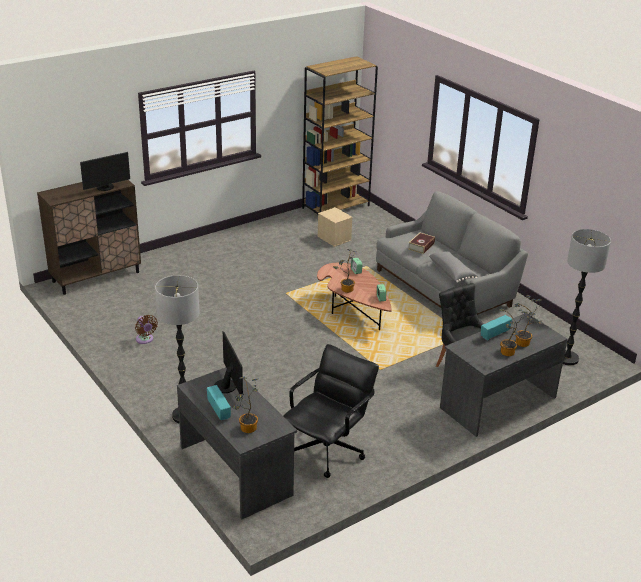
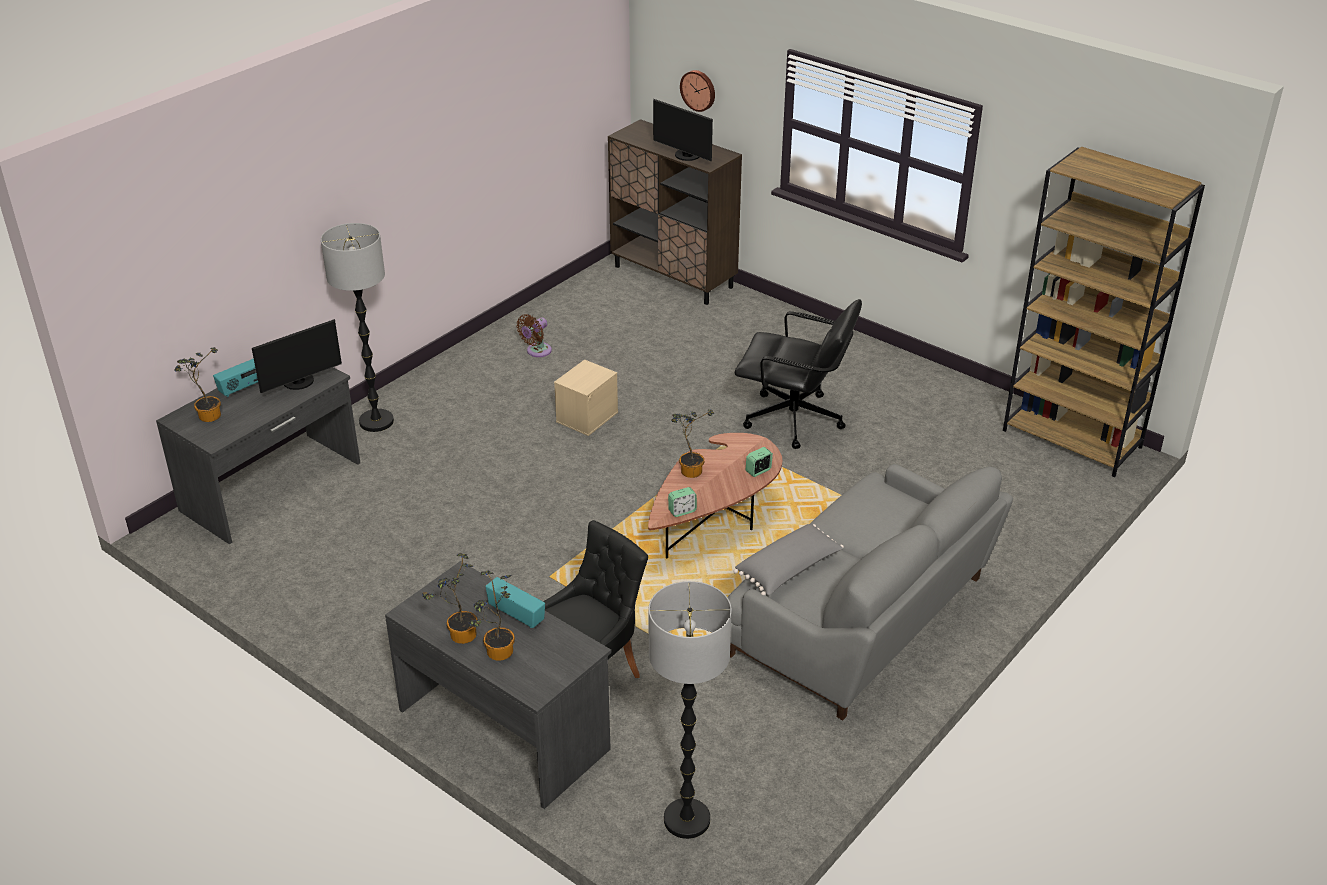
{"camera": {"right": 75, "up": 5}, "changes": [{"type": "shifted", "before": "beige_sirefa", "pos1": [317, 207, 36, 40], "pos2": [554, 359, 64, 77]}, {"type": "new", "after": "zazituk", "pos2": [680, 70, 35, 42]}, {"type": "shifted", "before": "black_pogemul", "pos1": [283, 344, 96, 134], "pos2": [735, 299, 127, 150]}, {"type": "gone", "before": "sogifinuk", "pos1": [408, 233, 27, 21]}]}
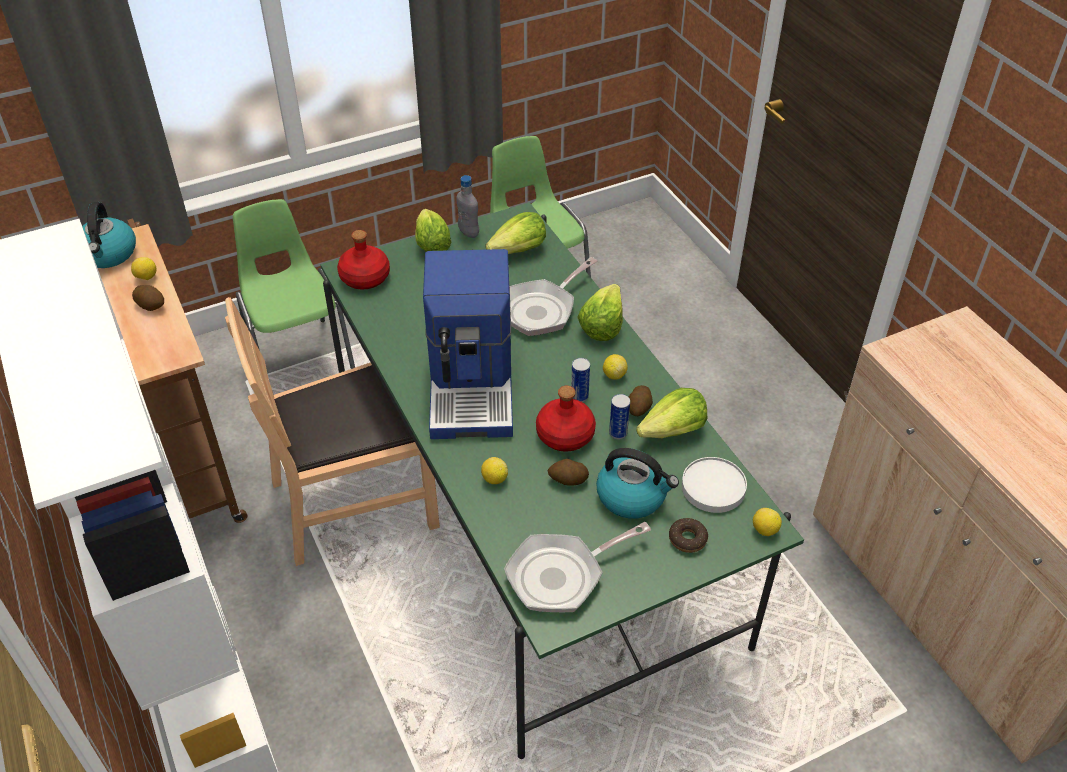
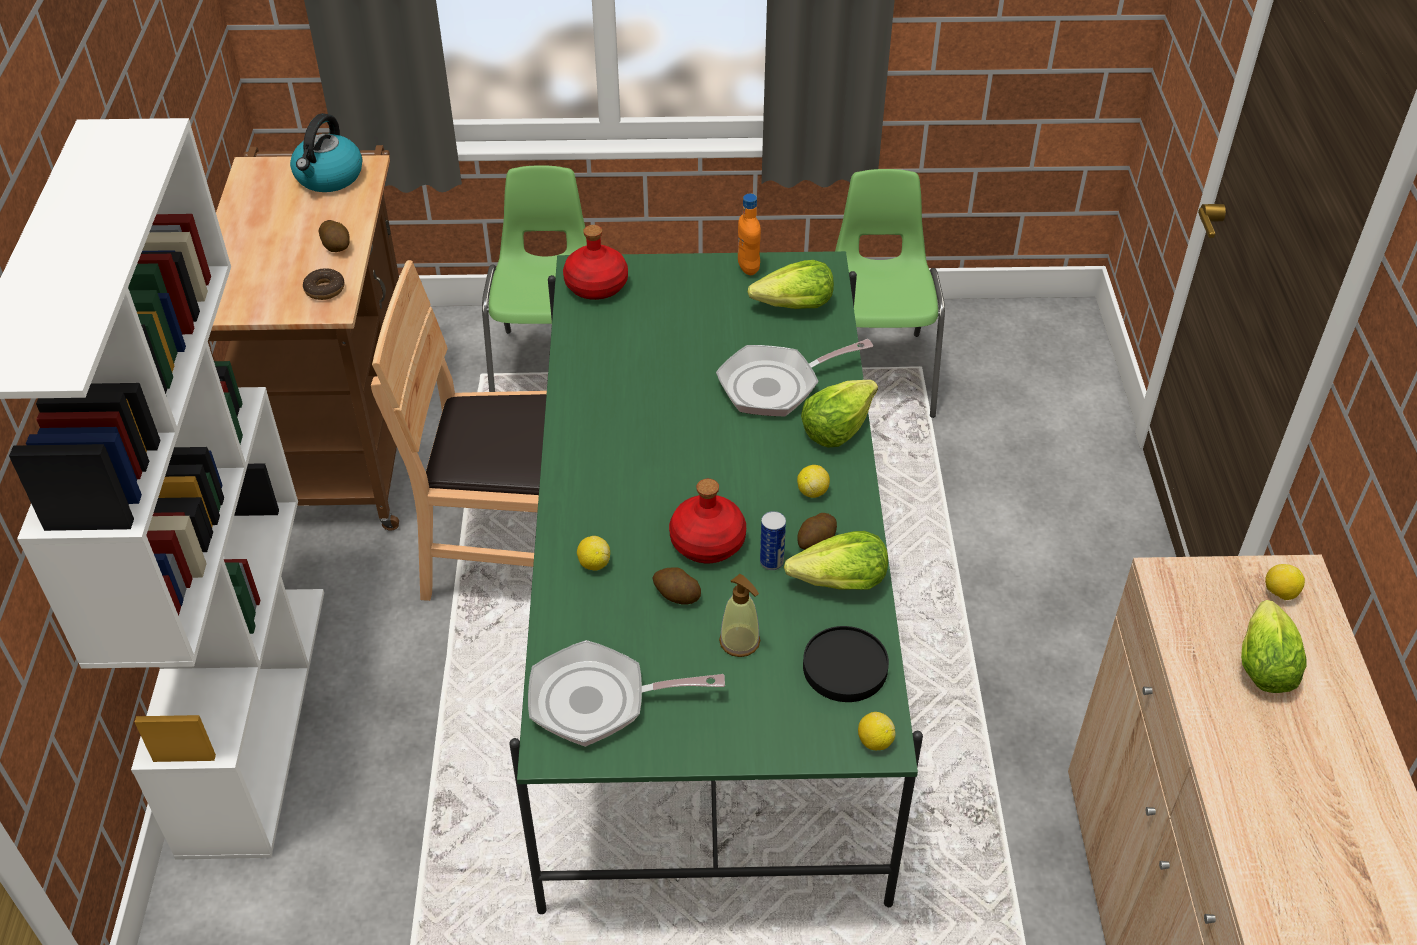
{"camera": {"right": 25, "up": 0}, "changes": [{"type": "shifted", "before": "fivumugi", "pos1": [669, 518, 39, 35], "pos2": [303, 268, 41, 32]}, {"type": "swapped", "before": "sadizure", "after": "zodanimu", "pos1": [596, 448, 83, 71], "pos2": [719, 574, 41, 83]}, {"type": "repainted", "before": "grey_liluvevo", "after": "orange_liluvevo", "pos1": [456, 175, 23, 63], "pos2": [738, 194, 23, 81]}, {"type": "repainted", "before": "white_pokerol", "after": "black_pokerol", "pos1": [682, 457, 65, 56], "pos2": [803, 626, 86, 76]}, {"type": "shifted", "before": "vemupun", "pos1": [415, 209, 37, 43], "pos2": [1241, 600, 65, 93]}, {"type": "shifted", "before": "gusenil", "pos1": [131, 257, 25, 23], "pos2": [1265, 564, 40, 36]}, {"type": "gone", "before": "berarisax", "pos1": [423, 249, 90, 190]}, {"type": "gone", "before": "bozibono", "pos1": [571, 358, 19, 44]}]}
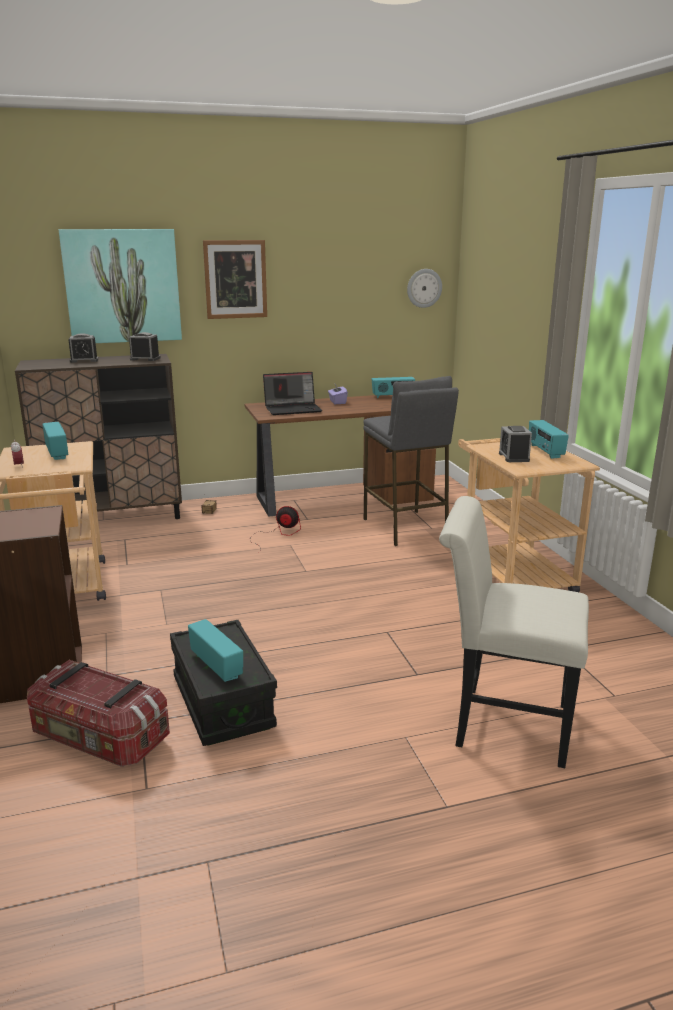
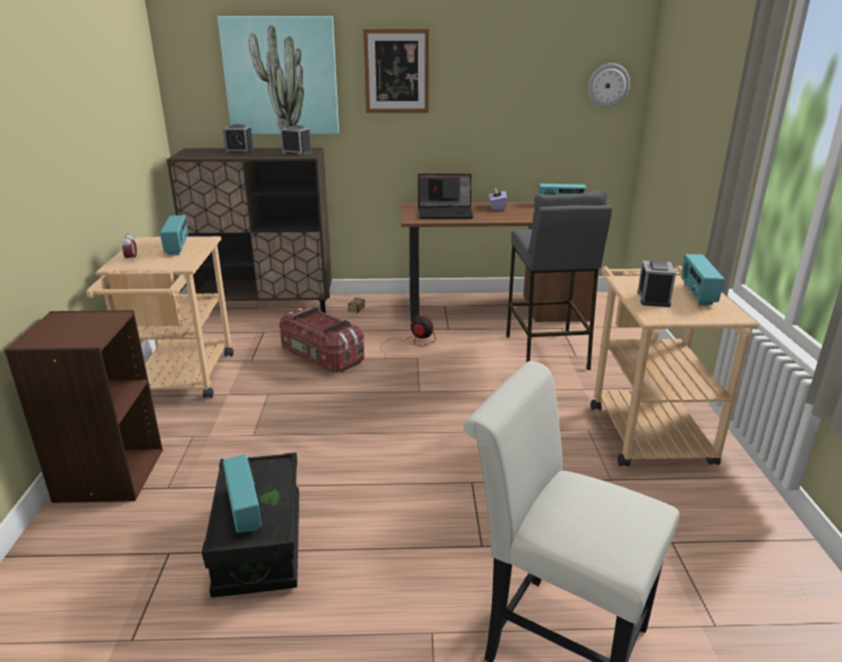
{"camera": {"right": 15, "up": 5}, "changes": [{"type": "shifted", "before": "sirefa", "pos1": [27, 660, 143, 107], "pos2": [279, 306, 86, 67]}]}
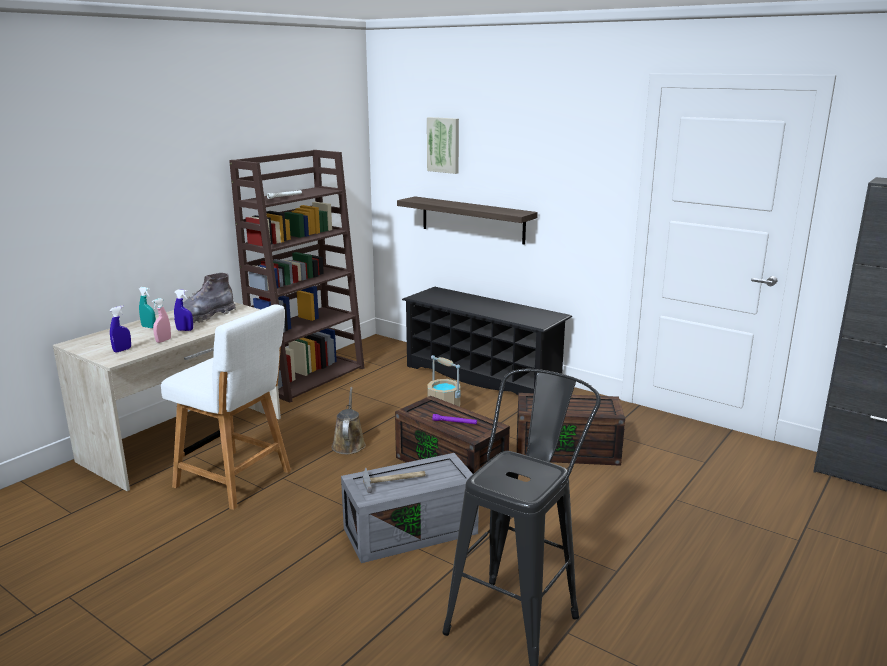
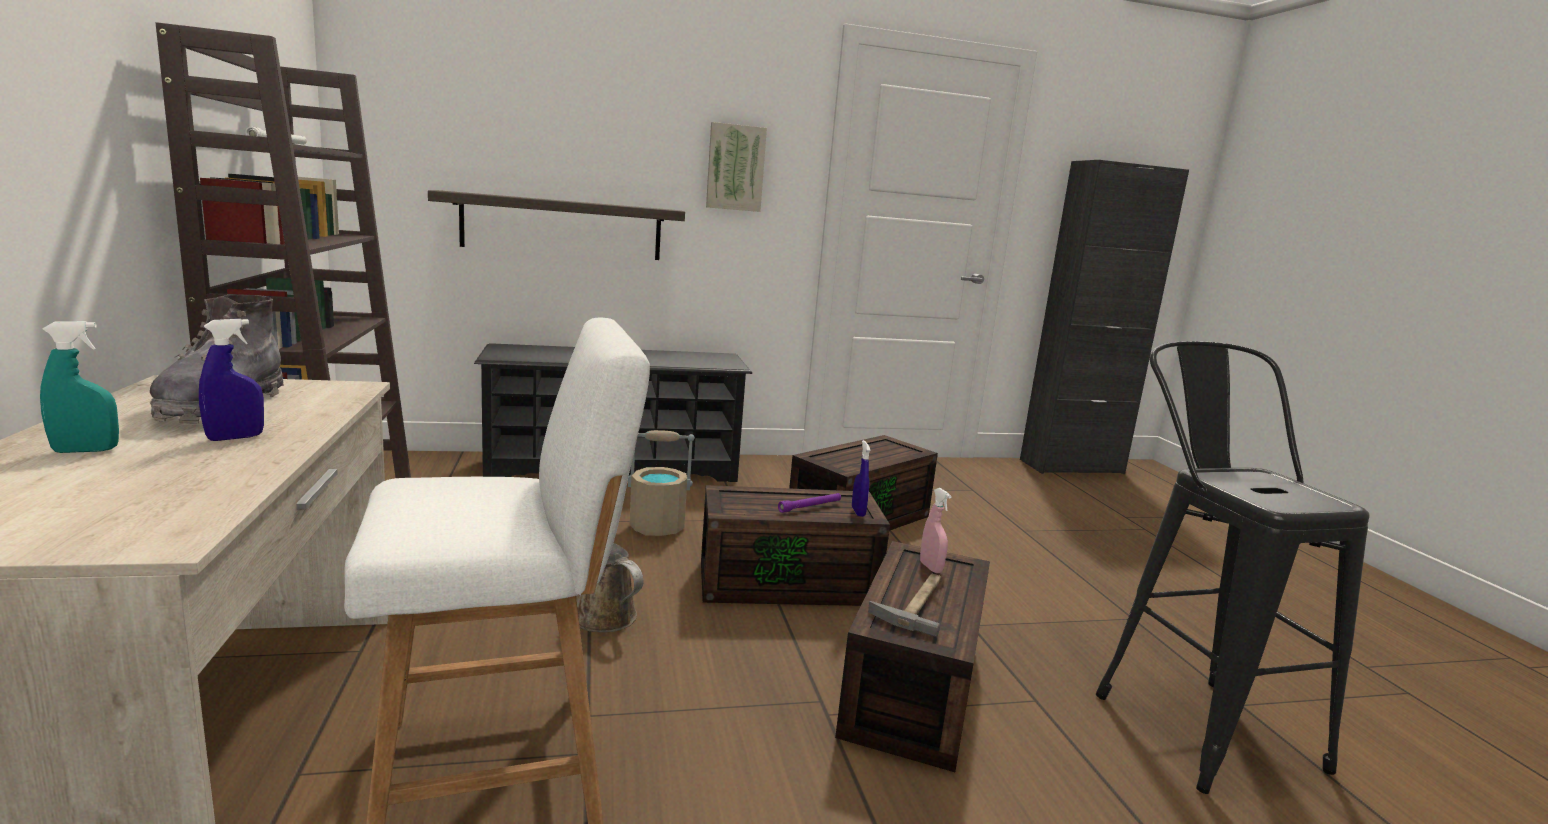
{"camera": {"right": -50, "up": -5}, "changes": [{"type": "shifted", "before": "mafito", "pos1": [427, 117, 32, 57], "pos2": [706, 122, 61, 90]}, {"type": "repainted", "before": "grey_sirefa", "after": "brown_sirefa", "pos1": [341, 453, 138, 110], "pos2": [835, 541, 155, 231]}, {"type": "shifted", "before": "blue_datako", "pos1": [109, 306, 22, 47], "pos2": [852, 440, 18, 77]}, {"type": "shifted", "before": "pink_datako", "pos1": [152, 298, 19, 45], "pos2": [920, 488, 31, 85]}]}
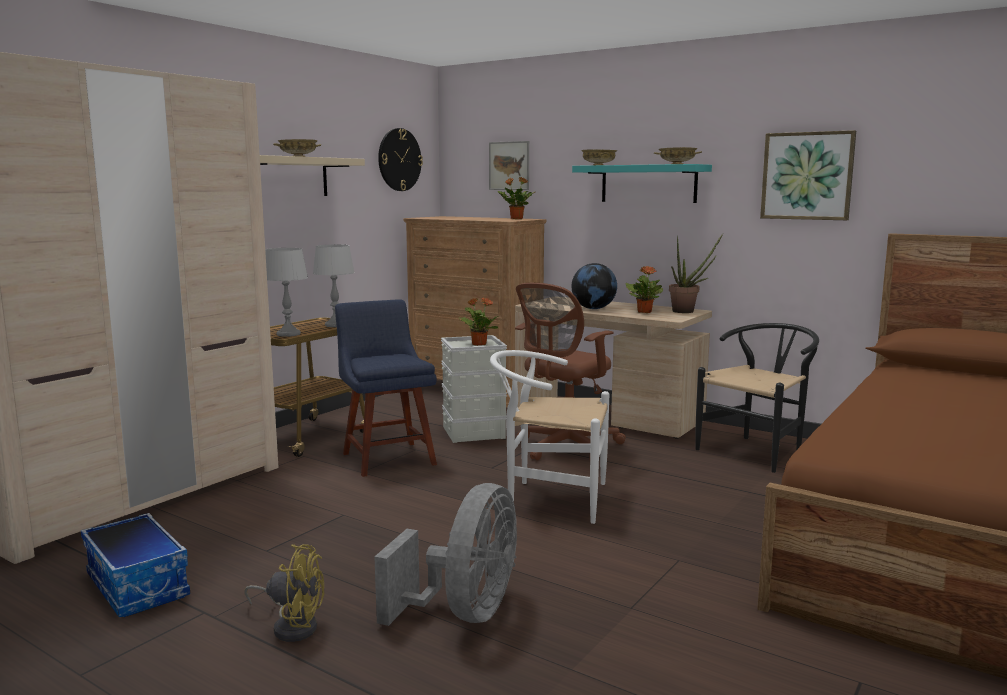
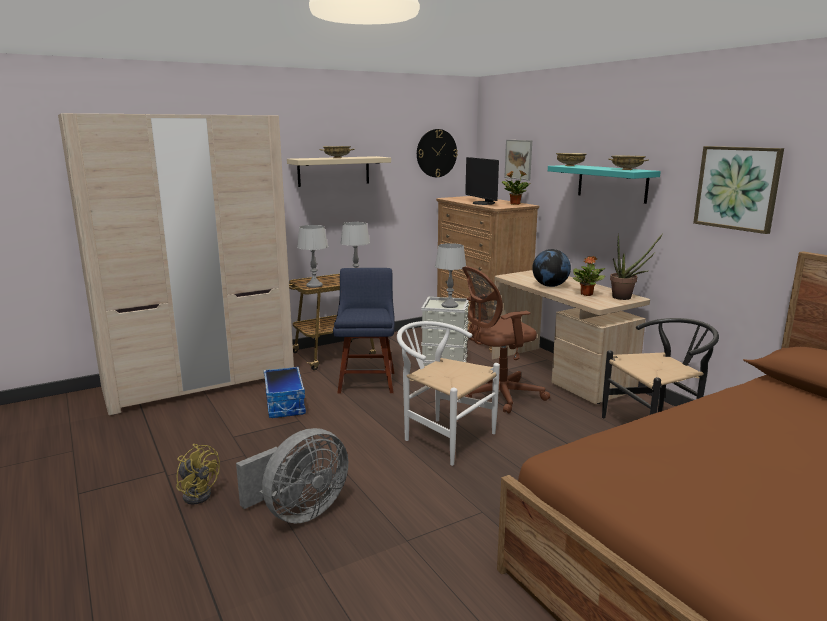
{"camera": {"right": 25, "up": 5}, "changes": [{"type": "shifted", "before": "sirefa", "pos1": [81, 513, 109, 104], "pos2": [264, 367, 42, 51]}, {"type": "swapped", "before": "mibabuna", "after": "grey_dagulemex", "pos1": [459, 298, 39, 48], "pos2": [435, 243, 31, 65]}, {"type": "new", "after": "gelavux", "pos2": [465, 157, 34, 48]}]}
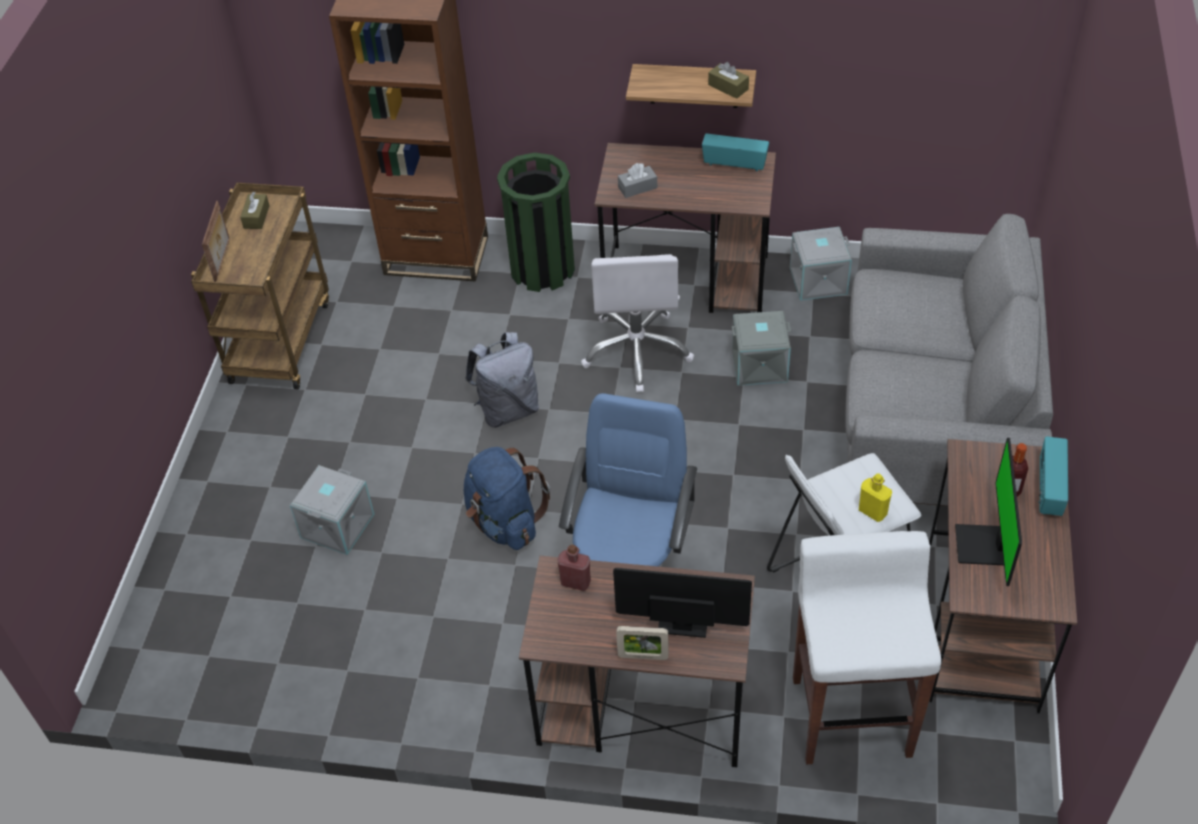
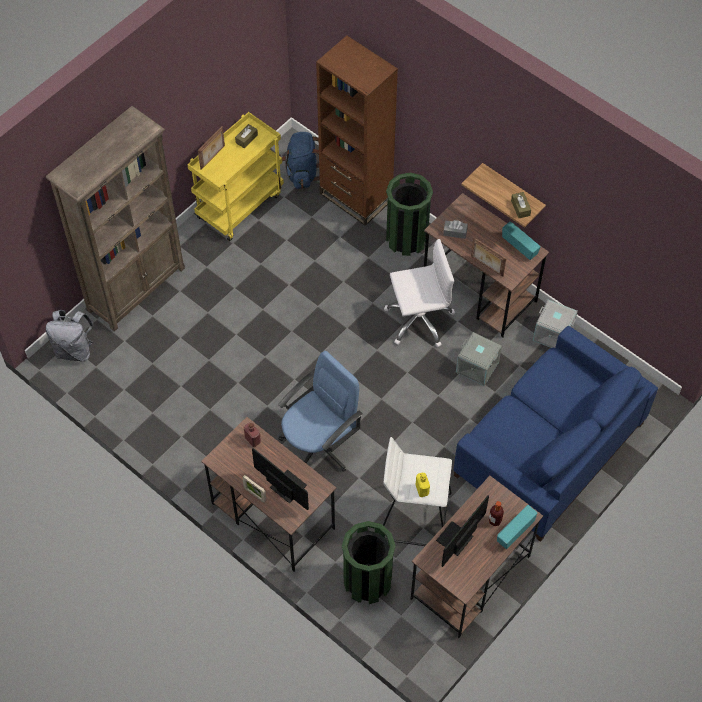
{"camera": {"right": 30, "up": 10}, "changes": [{"type": "new", "after": "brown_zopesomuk", "pos2": [46, 106, 139, 226]}, {"type": "shifted", "before": "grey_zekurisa", "pos1": [465, 332, 74, 96], "pos2": [46, 310, 48, 51]}, {"type": "repainted", "before": "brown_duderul", "after": "yellow_duderul", "pos1": [191, 183, 138, 206], "pos2": [187, 112, 97, 129]}, {"type": "shifted", "before": "blue_zekurisa", "pos1": [464, 447, 86, 103], "pos2": [281, 132, 39, 57]}, {"type": "swapped", "before": "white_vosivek", "after": "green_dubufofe", "pos1": [793, 531, 148, 233], "pos2": [342, 521, 53, 83]}, {"type": "rotated", "before": "white_pogemul", "pos1": [581, 254, 113, 139], "pos2": [384, 239, 71, 108], "turn": -135}, {"type": "repainted", "before": "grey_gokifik", "after": "blue_gokifik", "pos1": [845, 214, 208, 292], "pos2": [454, 326, 204, 216]}, {"type": "new", "after": "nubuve", "pos2": [471, 238, 35, 39]}, {"type": "gone", "before": "grey_sirefa", "pos1": [290, 465, 84, 90]}]}
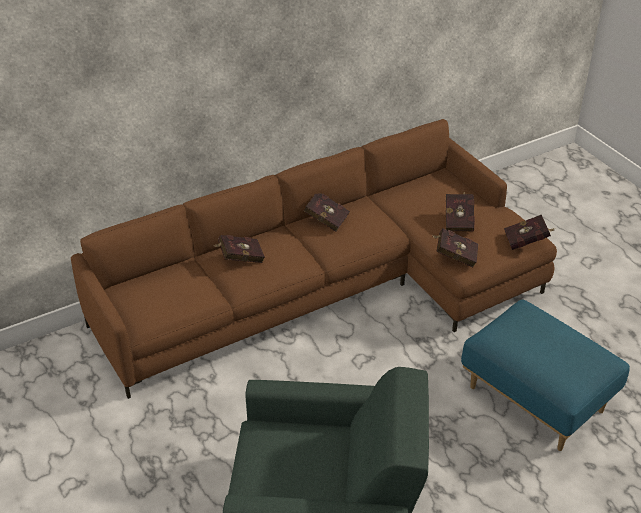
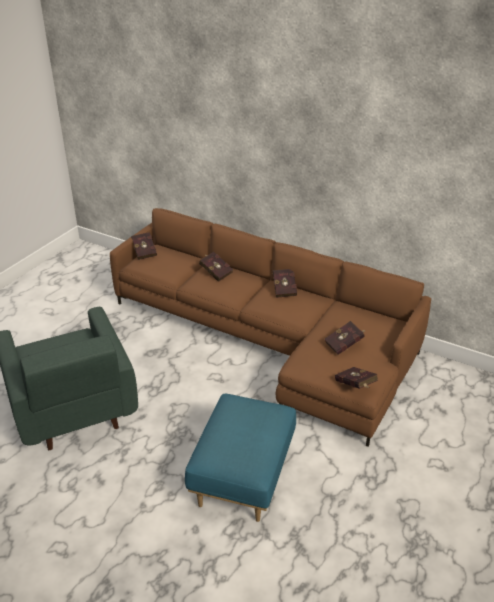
{"camera": {"right": 60, "up": -5}, "changes": [{"type": "shifted", "before": "red_sogifinuk", "pos1": [433, 228, 45, 39], "pos2": [131, 232, 26, 28]}]}
